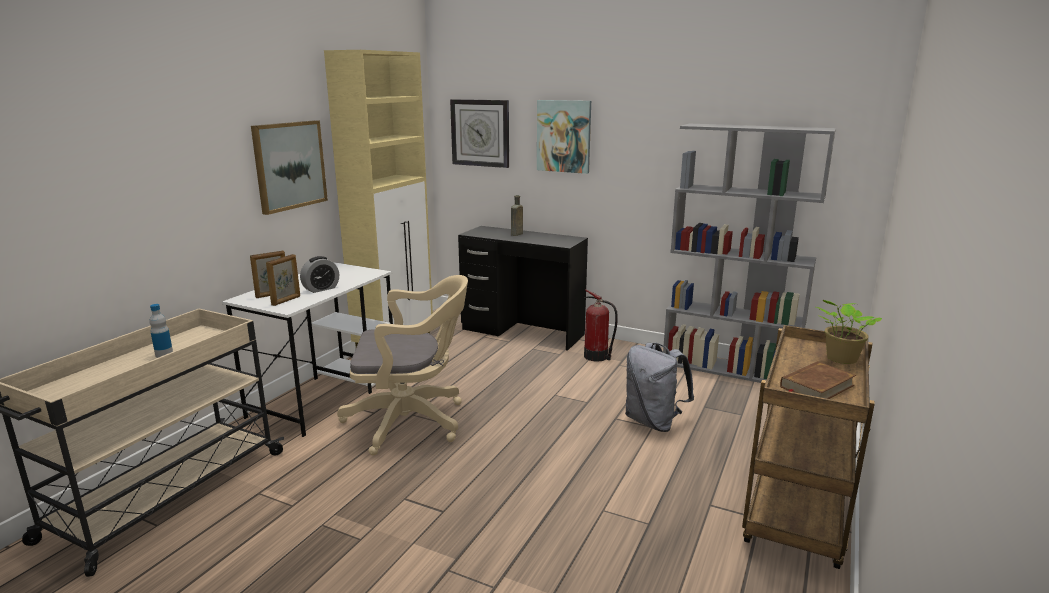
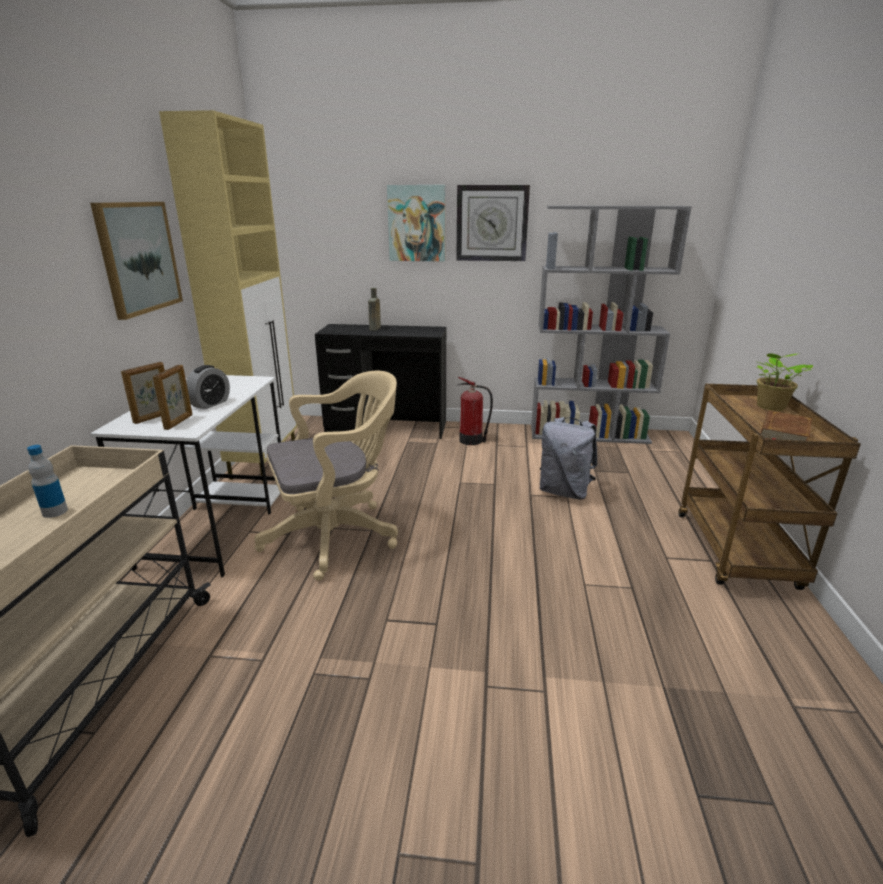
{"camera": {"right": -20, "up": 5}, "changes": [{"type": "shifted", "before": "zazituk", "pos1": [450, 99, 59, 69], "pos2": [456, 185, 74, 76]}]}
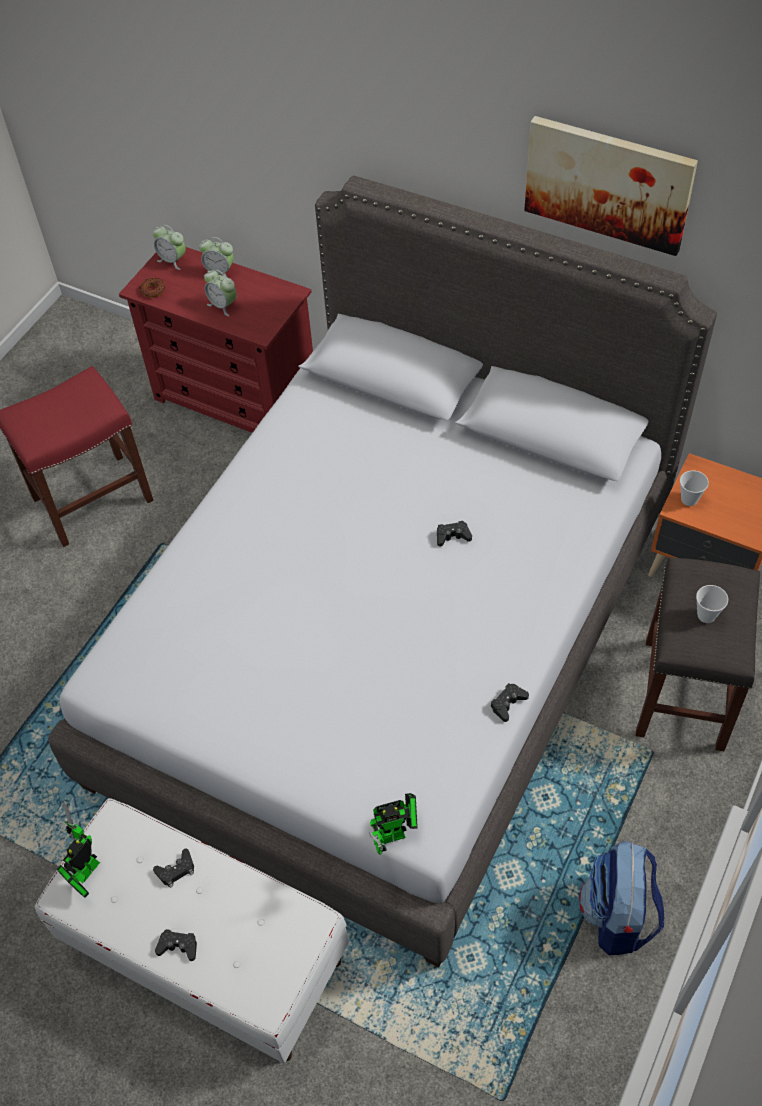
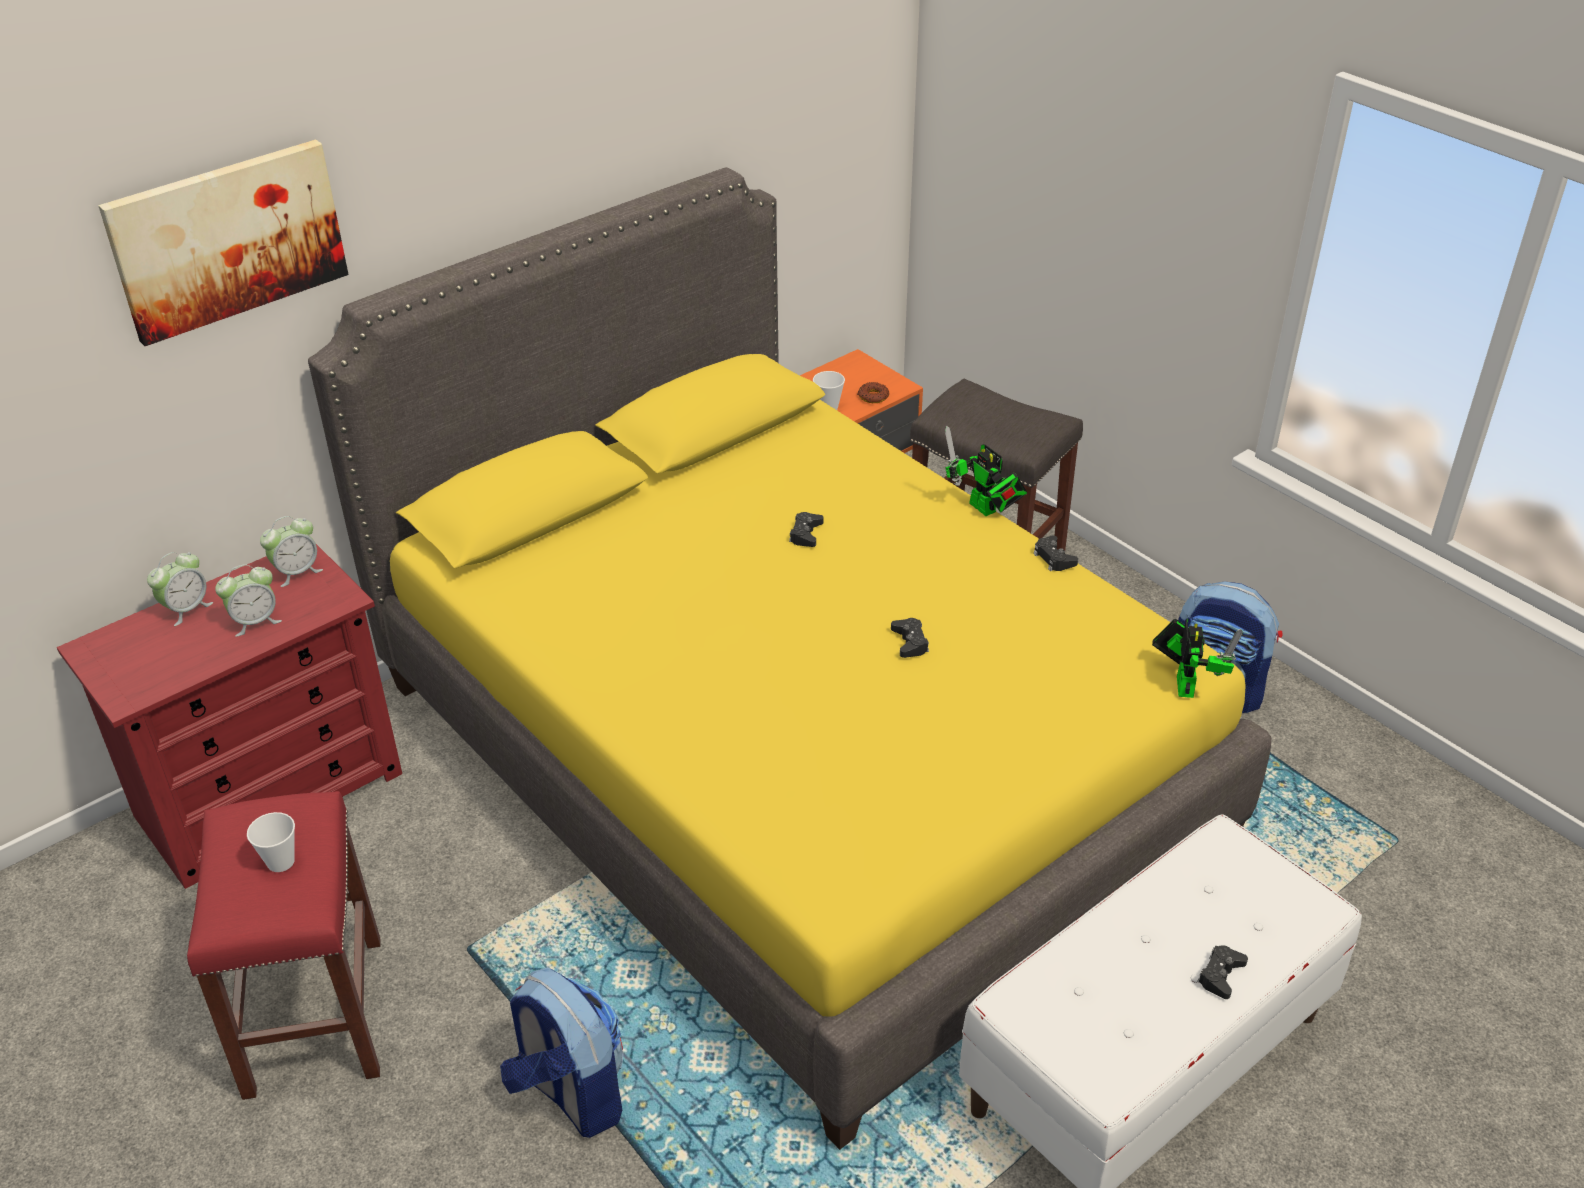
{"camera": {"right": -70, "up": -15}, "changes": [{"type": "shifted", "before": "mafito", "pos1": [524, 116, 174, 140], "pos2": [98, 139, 251, 207]}, {"type": "shifted", "before": "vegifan", "pos1": [696, 585, 32, 38], "pos2": [247, 812, 48, 60]}, {"type": "shifted", "before": "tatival", "pos1": [153, 225, 33, 45], "pos2": [260, 516, 63, 71]}, {"type": "repainted", "before": "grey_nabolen", "after": "yellow_nabolen", "pos1": [48, 176, 669, 791], "pos2": [308, 167, 963, 983]}, {"type": "new", "after": "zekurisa", "pos2": [500, 968, 123, 170]}, {"type": "shifted", "before": "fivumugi", "pos1": [140, 278, 25, 19], "pos2": [857, 382, 32, 21]}, {"type": "shifted", "before": "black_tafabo", "pos1": [153, 849, 41, 39], "pos2": [891, 618, 38, 40]}, {"type": "shifted", "before": "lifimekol", "pos1": [57, 801, 43, 97], "pos2": [945, 426, 82, 90]}]}
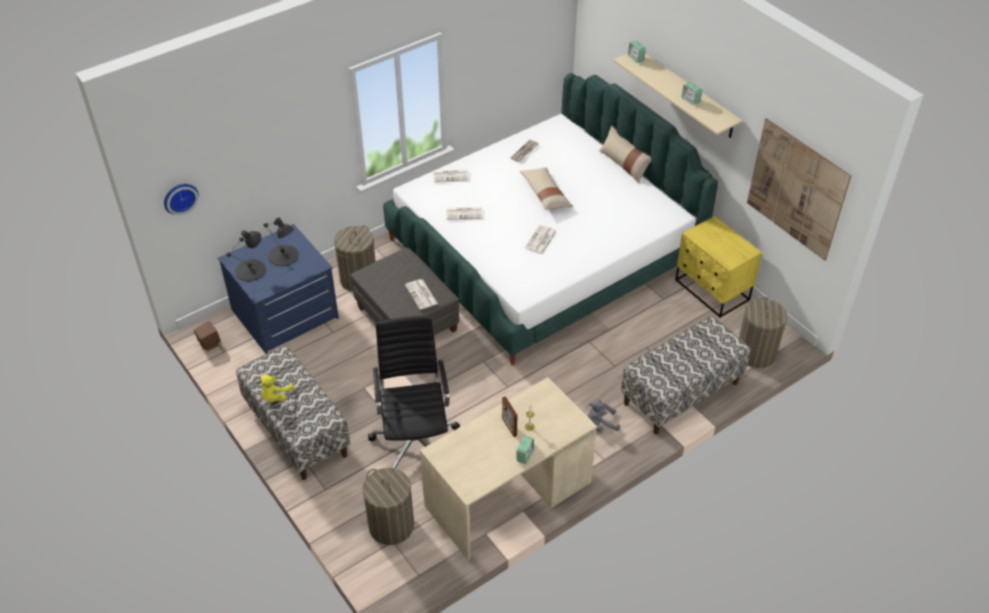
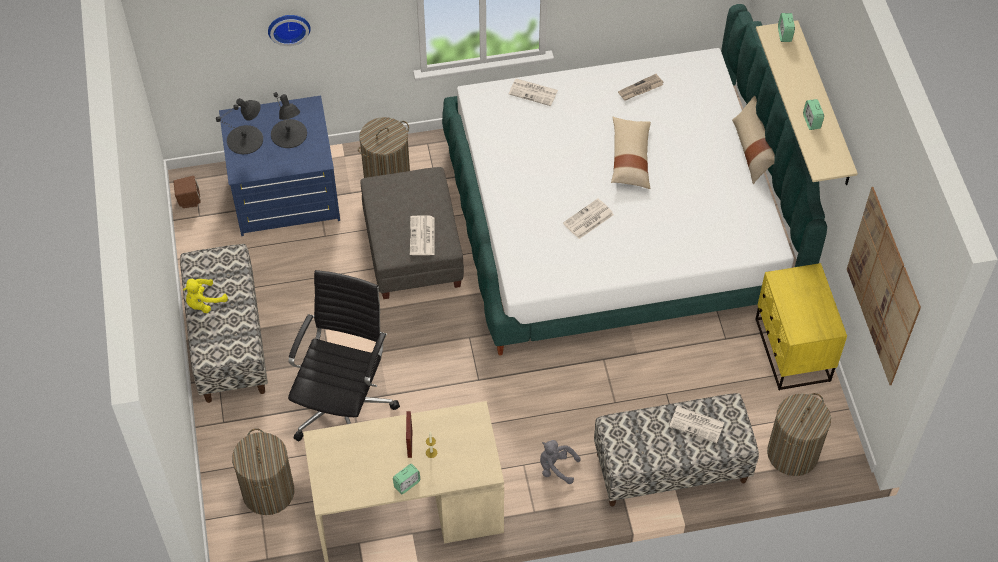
{"camera": {"right": 25, "up": 10}, "changes": [{"type": "shifted", "before": "zazituk", "pos1": [164, 184, 35, 31], "pos2": [268, 15, 43, 31]}, {"type": "shifted", "before": "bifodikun", "pos1": [446, 207, 37, 13], "pos2": [669, 406, 56, 37]}]}
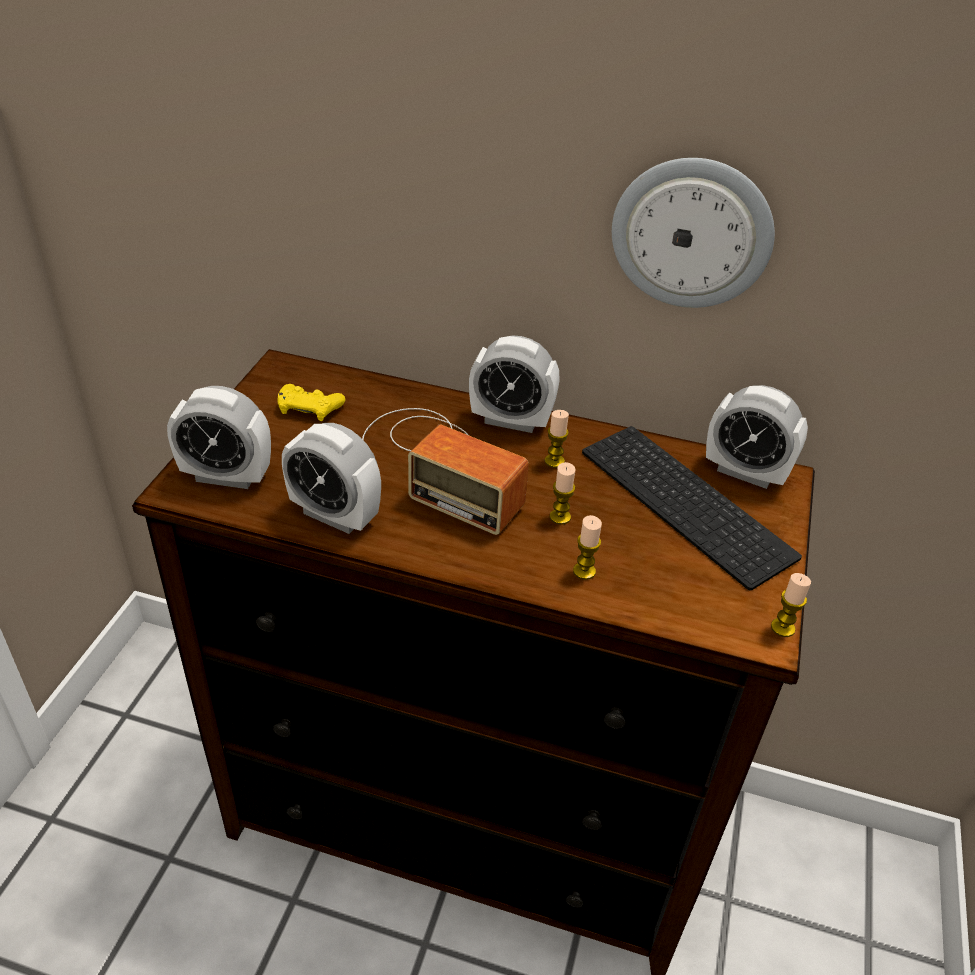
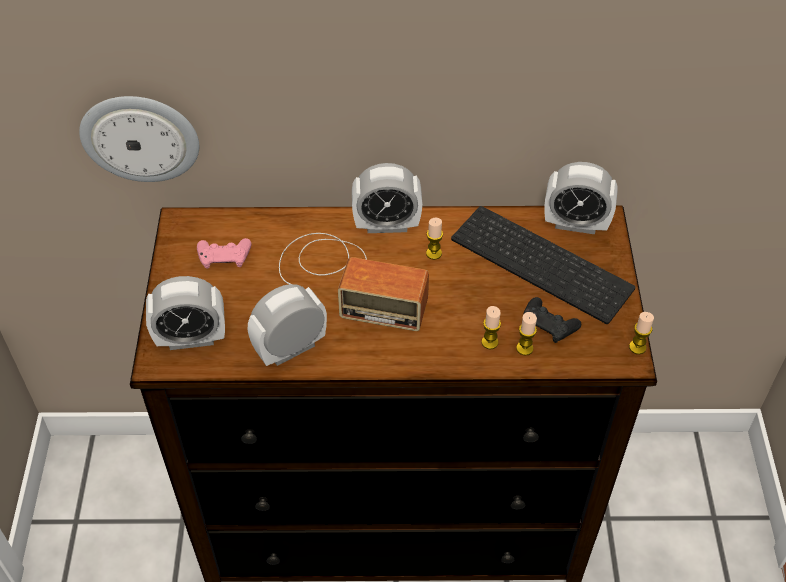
{"camera": {"right": -15, "up": 10}, "changes": [{"type": "shifted", "before": "zazituk", "pos1": [612, 158, 163, 150], "pos2": [79, 96, 120, 86]}, {"type": "repainted", "before": "yellow_tafabo", "after": "pink_tafabo", "pos1": [277, 384, 68, 37], "pos2": [197, 238, 54, 31]}, {"type": "rotated", "before": "tatival", "pos1": [282, 423, 99, 111], "pos2": [248, 284, 79, 82], "turn": 135}, {"type": "shifted", "before": "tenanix", "pos1": [550, 462, 26, 63], "pos2": [516, 312, 21, 44]}, {"type": "new", "after": "black_tafabo", "pos2": [523, 297, 58, 46]}]}
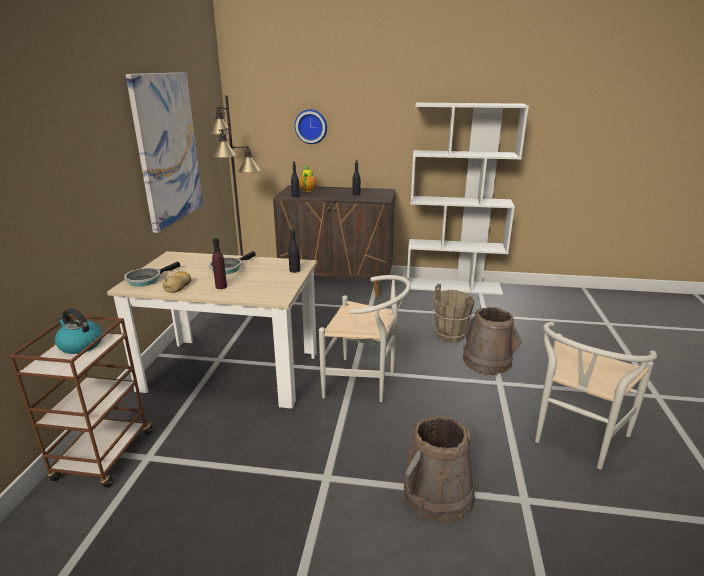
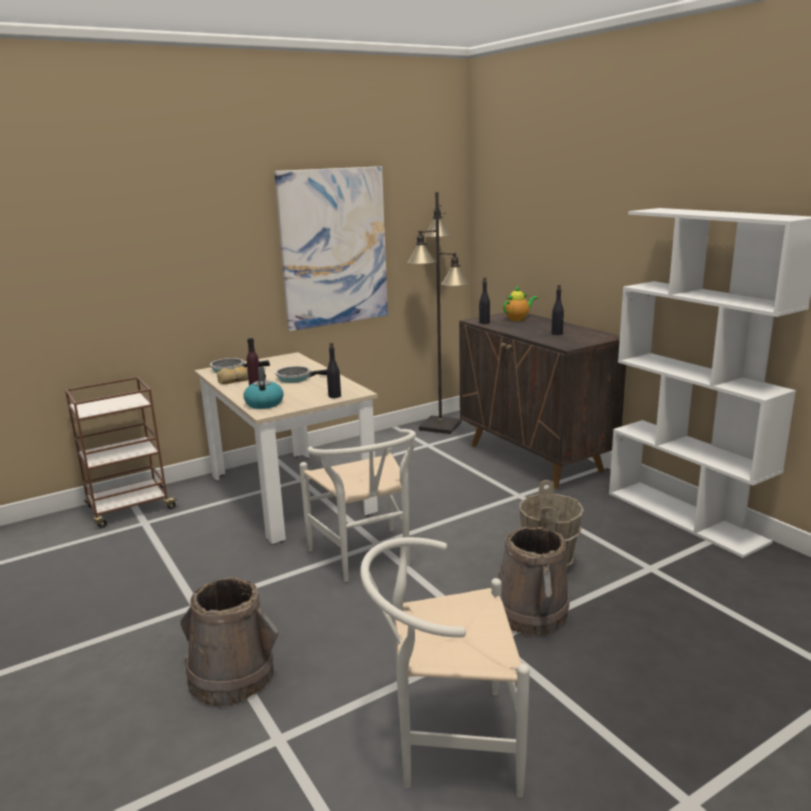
{"camera": {"right": 50, "up": -5}, "changes": [{"type": "shifted", "before": "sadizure", "pos1": [55, 308, 48, 46], "pos2": [243, 367, 41, 42]}, {"type": "gone", "before": "zazituk", "pos1": [295, 109, 32, 35]}]}
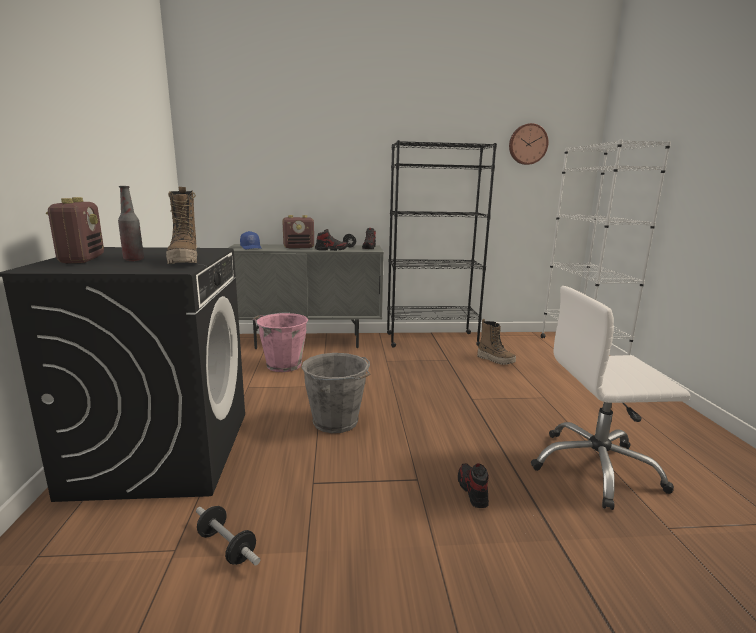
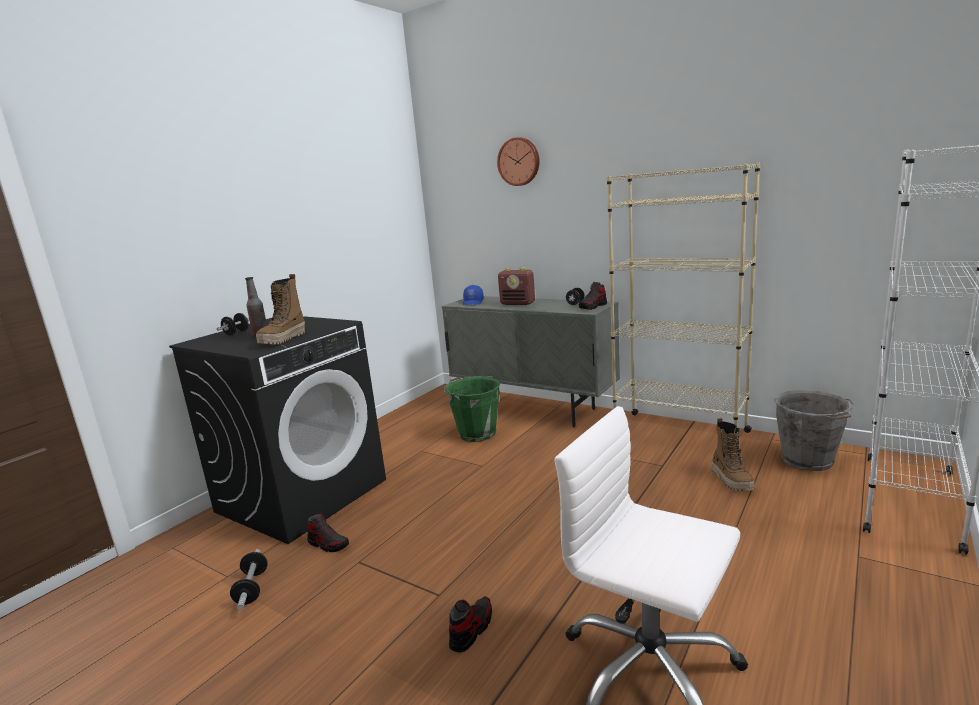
{"camera": {"right": 40, "up": 0}, "changes": [{"type": "swapped", "before": "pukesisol", "after": "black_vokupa", "pos1": [46, 197, 58, 67], "pos2": [217, 313, 32, 22]}, {"type": "shifted", "before": "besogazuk", "pos1": [315, 229, 33, 22], "pos2": [307, 513, 42, 39]}, {"type": "repainted", "before": "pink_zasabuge", "after": "green_zasabuge", "pos1": [252, 312, 56, 60], "pos2": [444, 376, 56, 66]}, {"type": "shifted", "before": "zazituk", "pos1": [509, 123, 39, 42], "pos2": [497, 137, 42, 49]}, {"type": "repainted", "before": "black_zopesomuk", "after": "beige_zopesomuk", "pos1": [387, 140, 110, 208], "pos2": [607, 162, 153, 291]}, {"type": "shifted", "before": "grey_zasabuge", "pos1": [301, 353, 70, 80], "pos2": [774, 390, 80, 81]}]}
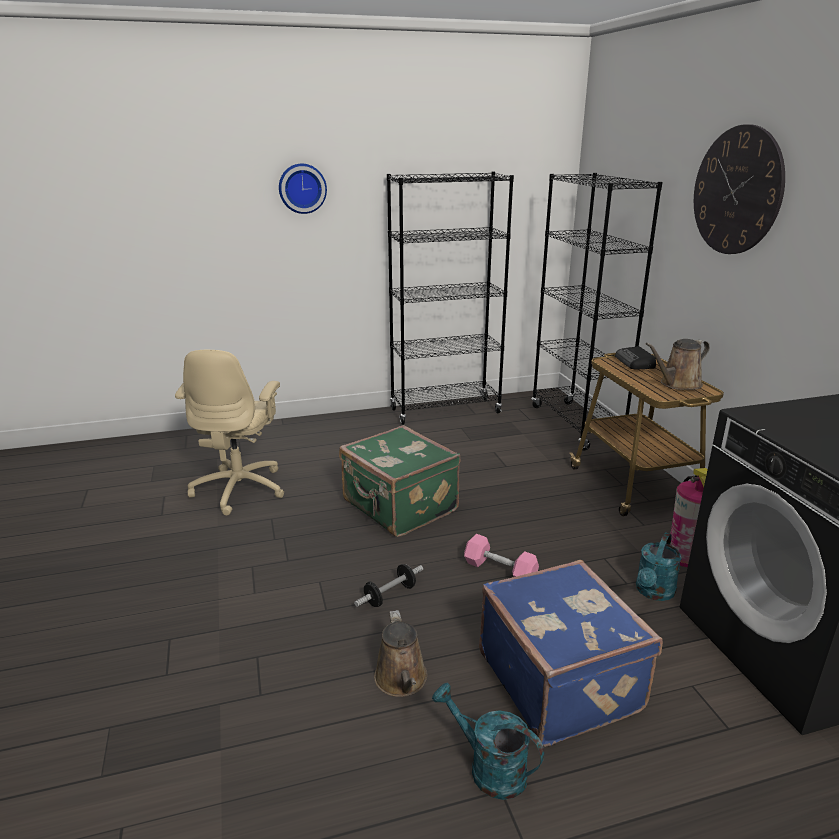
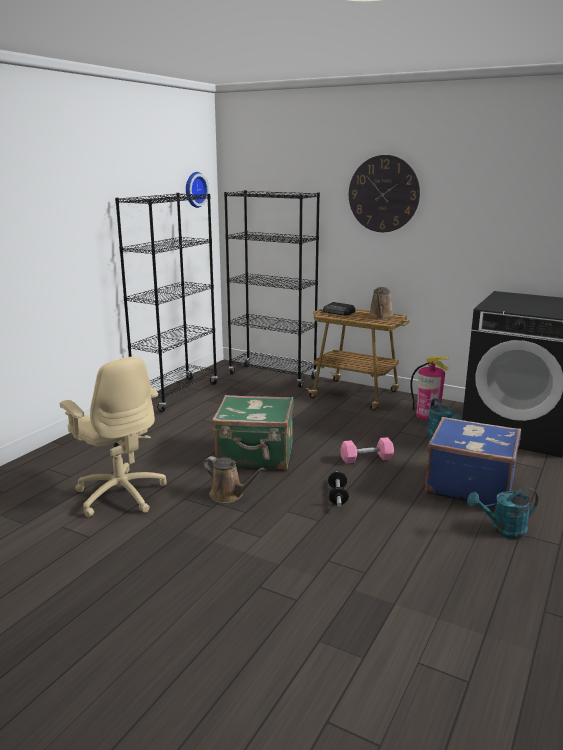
{"camera": {"right": -45, "up": -5}, "changes": [{"type": "shifted", "before": "zazituk", "pos1": [279, 164, 48, 50], "pos2": [186, 172, 23, 36]}, {"type": "shifted", "before": "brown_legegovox", "pos1": [374, 610, 53, 87], "pos2": [204, 456, 61, 47]}]}
